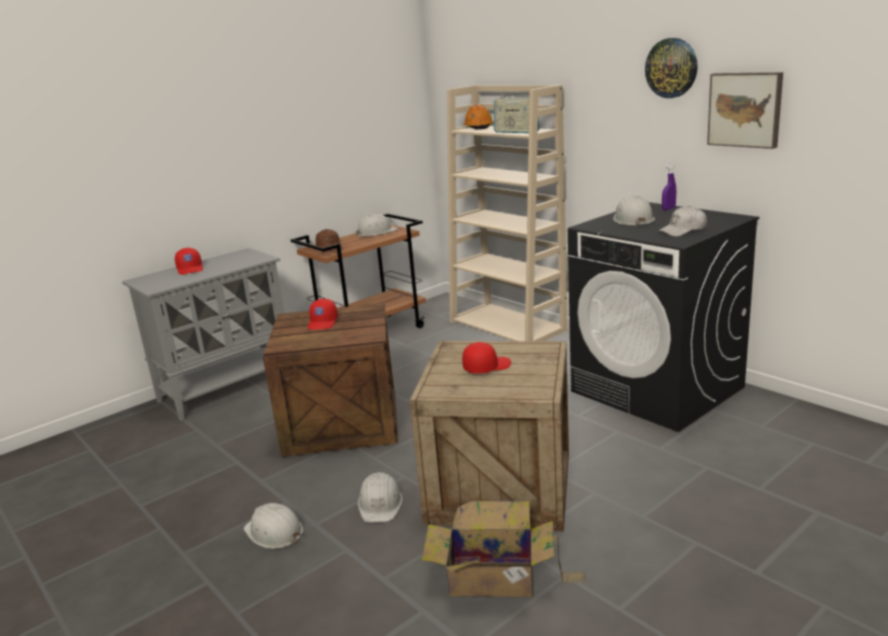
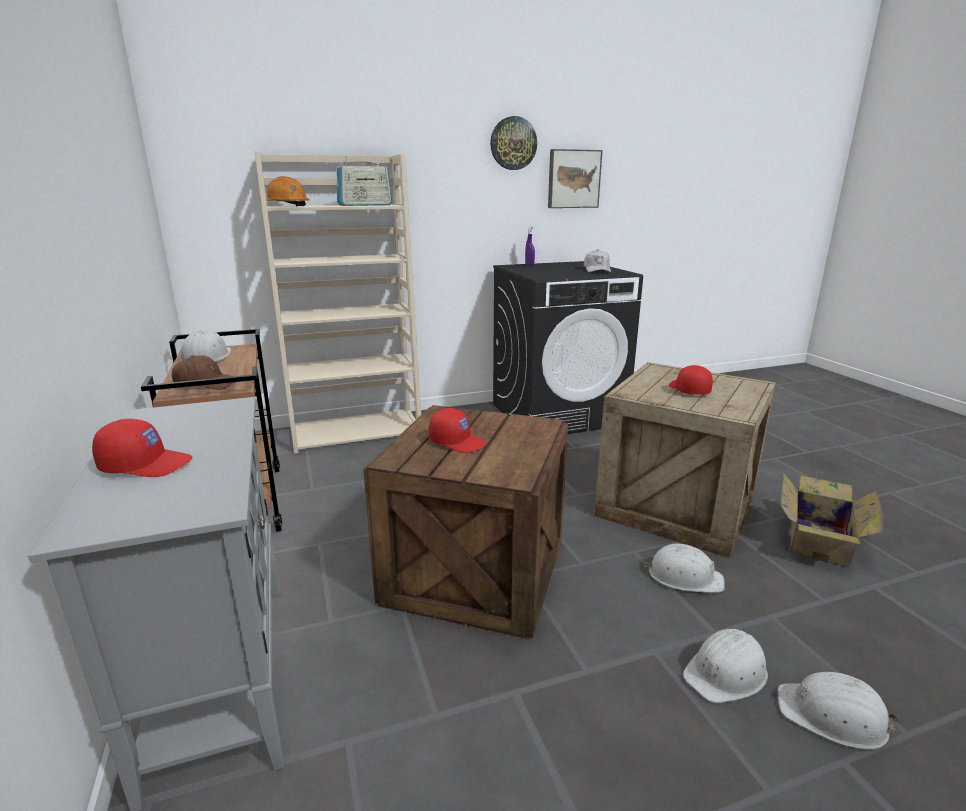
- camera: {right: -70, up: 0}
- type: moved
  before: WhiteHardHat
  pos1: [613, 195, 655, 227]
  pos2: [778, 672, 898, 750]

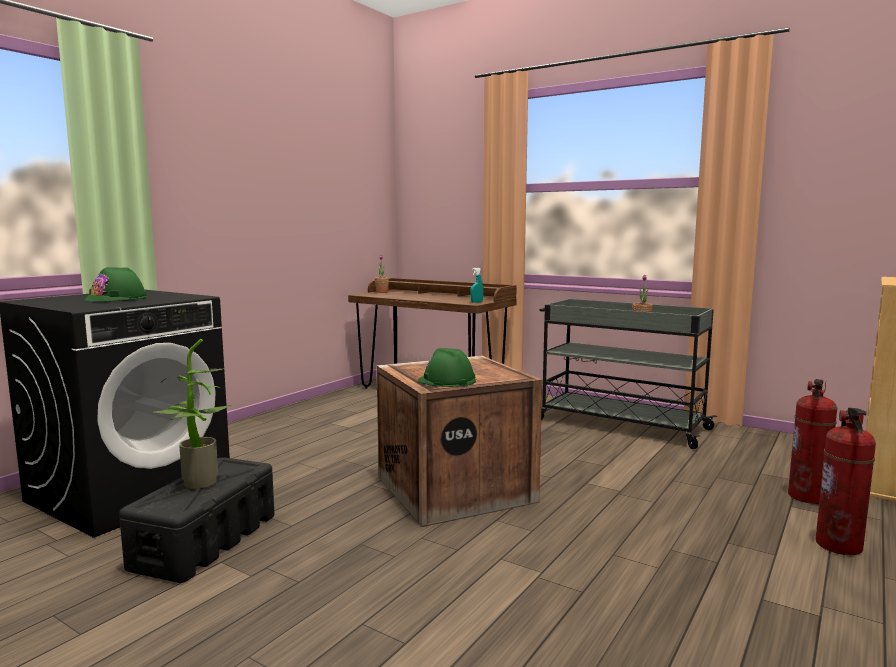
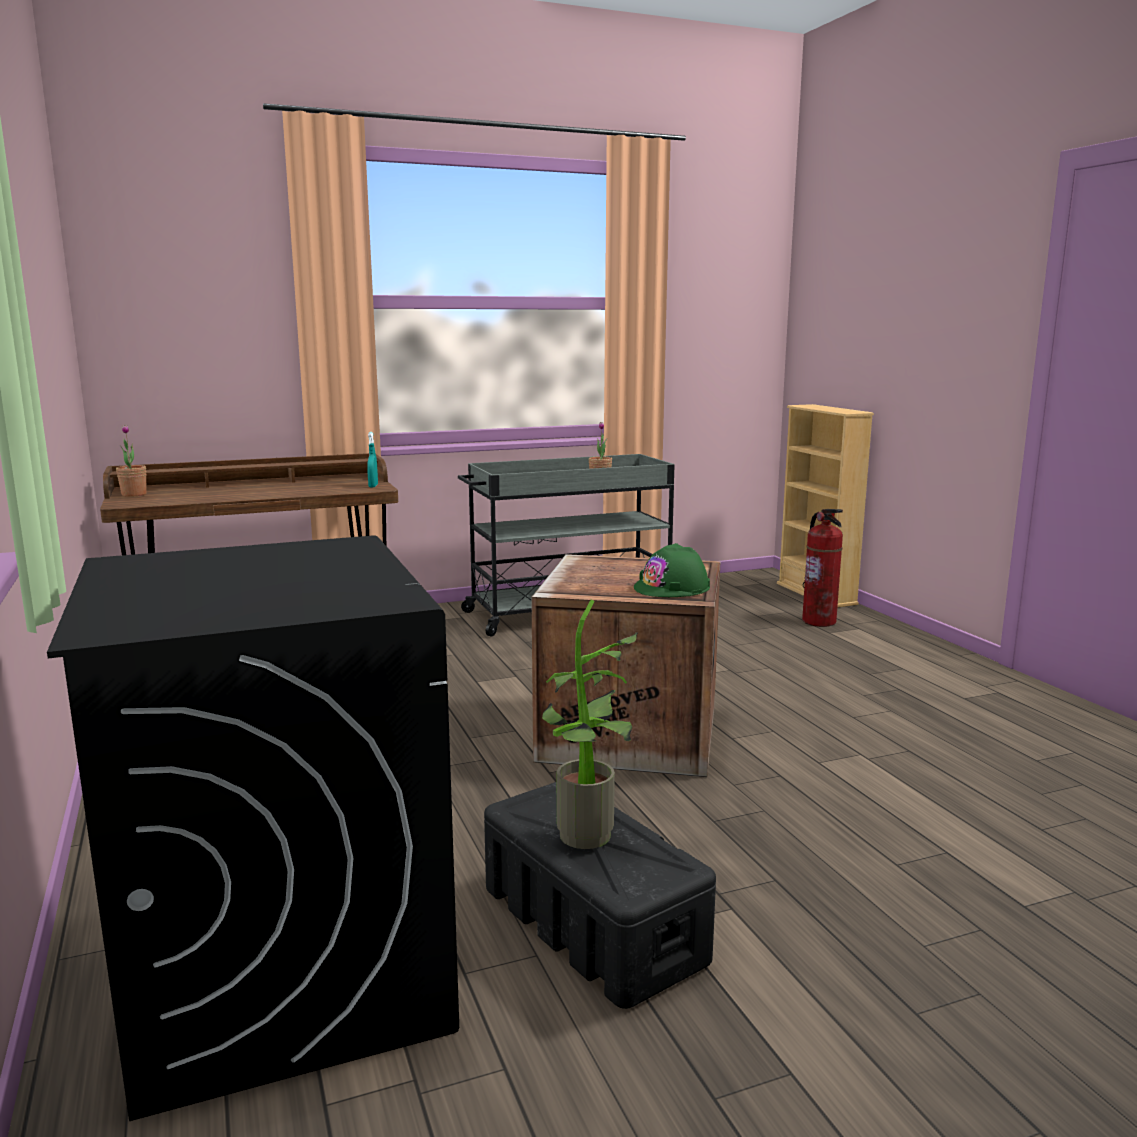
- camera: {right: -55, up: 5}
- type: removed
  before: GreenHardHat
  pos1: [84, 267, 147, 302]
- type: removed
  before: FireExtinguisher
  pos1: [816, 408, 876, 555]

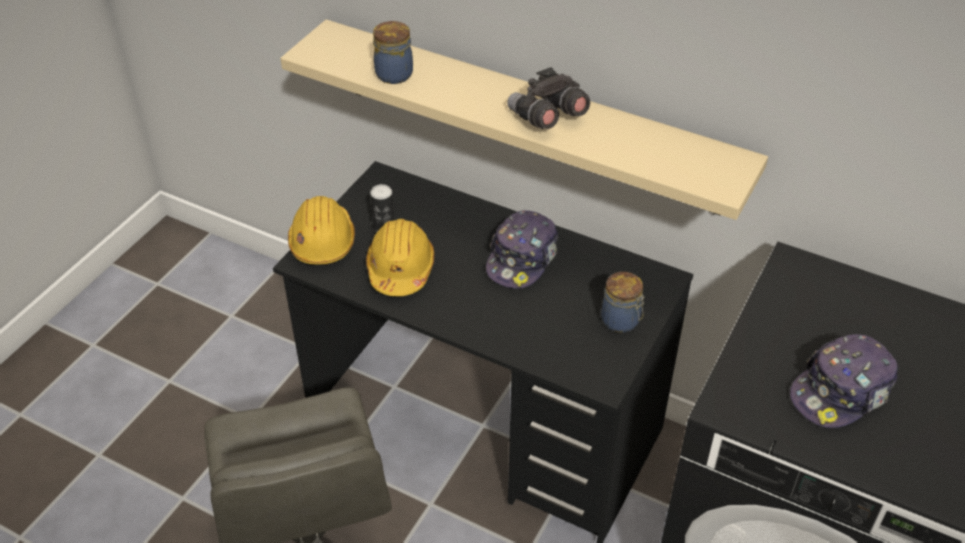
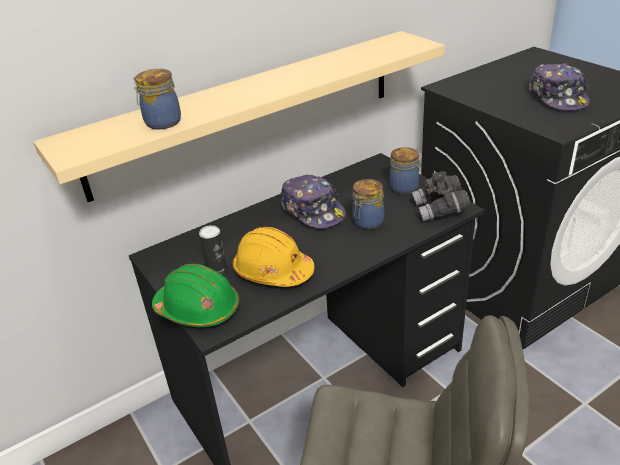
- camera: {right: -60, up: -10}
- type: added
  after: Jar
  pos2: [352, 179, 384, 230]
- type: moved
  before: GreyBinoculars
  pos1: [507, 67, 590, 129]
  pos2: [412, 171, 471, 221]
- type: recoloured
  before: YellowHardHat
  after: GreenHardHat
  pos1: [288, 196, 355, 265]
  pos2: [152, 264, 239, 327]

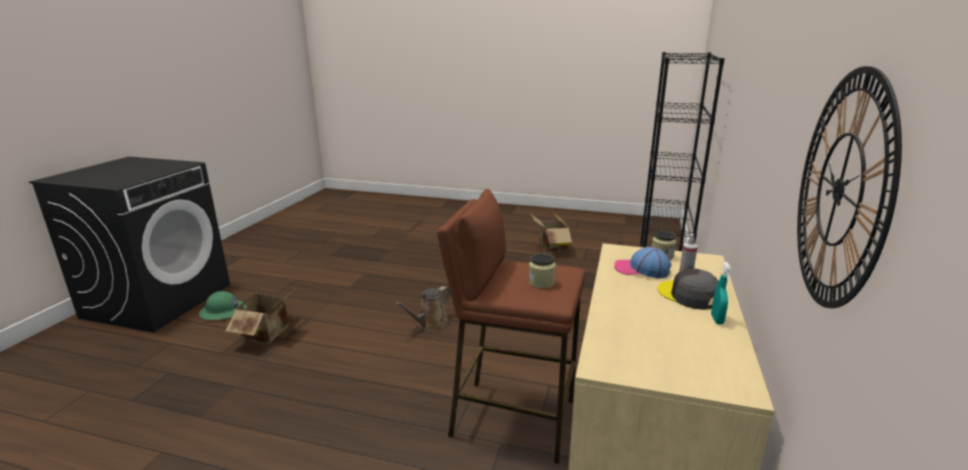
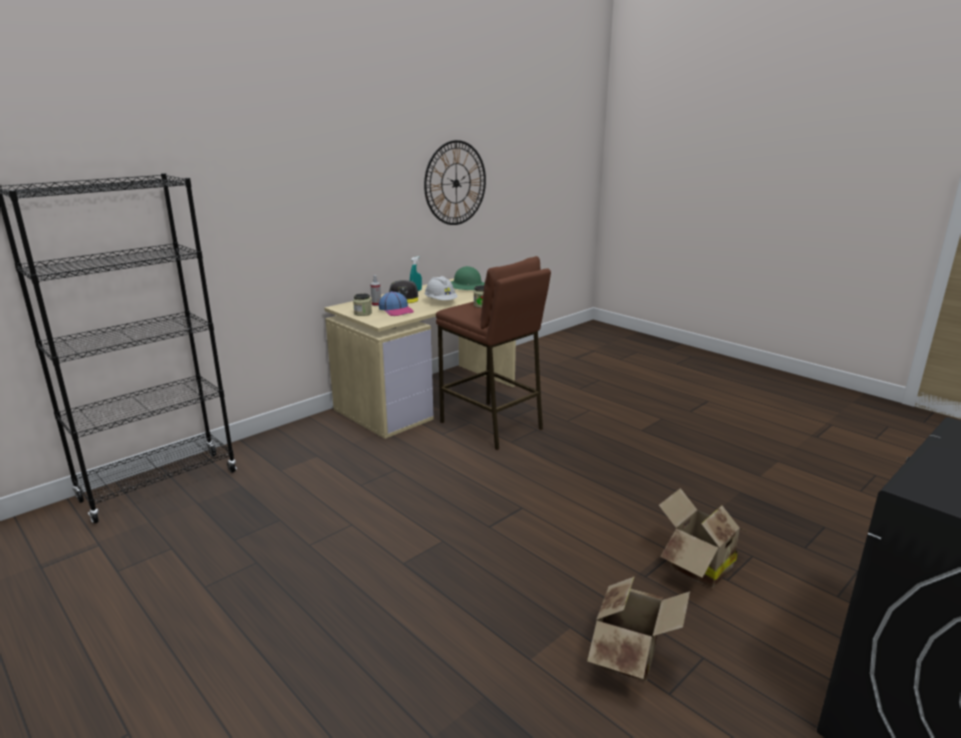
- camera: {right: -150, up: 0}
- type: removed
  before: BrownWateringCan
  pos1: [395, 286, 451, 330]
- type: added
  after: WhiteHardHat
  pos2: [425, 276, 458, 300]
- type: moved
  before: GreenHardHat
  pos1: [199, 291, 246, 320]
  pos2: [451, 266, 485, 290]
- type: moved
  before: CardboardBox
  pos1: [530, 212, 572, 252]
  pos2: [587, 577, 690, 681]

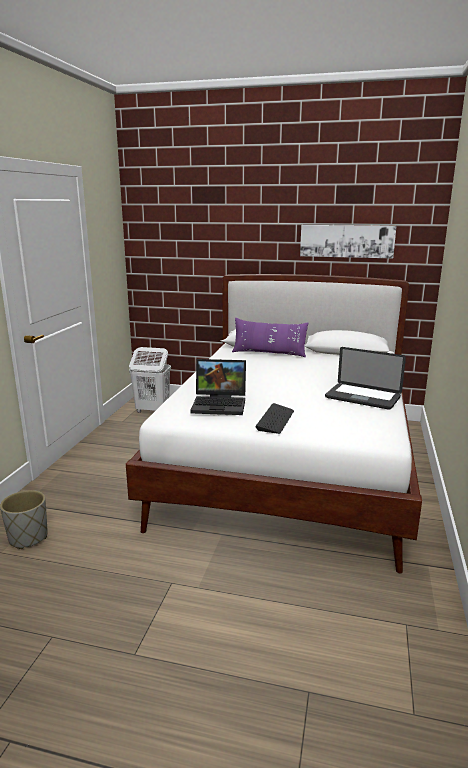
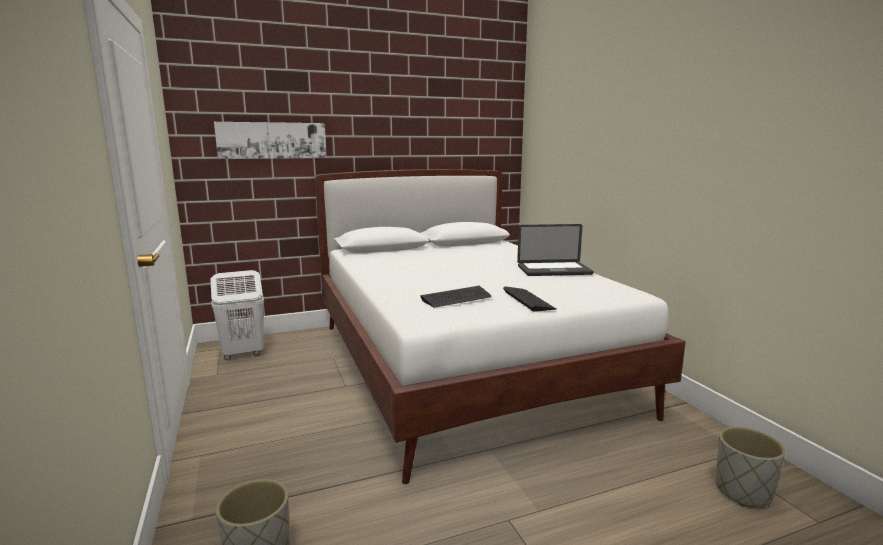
- camera: {right: -35, up: -5}
- type: removed
  before: PurplePillow
  pos1: [232, 318, 308, 357]
- type: added
  after: GreyPlanter
  pos2: [716, 427, 786, 507]
- type: moved
  before: Picture
  pos1: [300, 225, 396, 259]
  pos2: [214, 122, 327, 159]
- type: replaced
  before: Laptop
  after: Keyboard
  pos1: [191, 359, 246, 415]
  pos2: [420, 286, 492, 307]

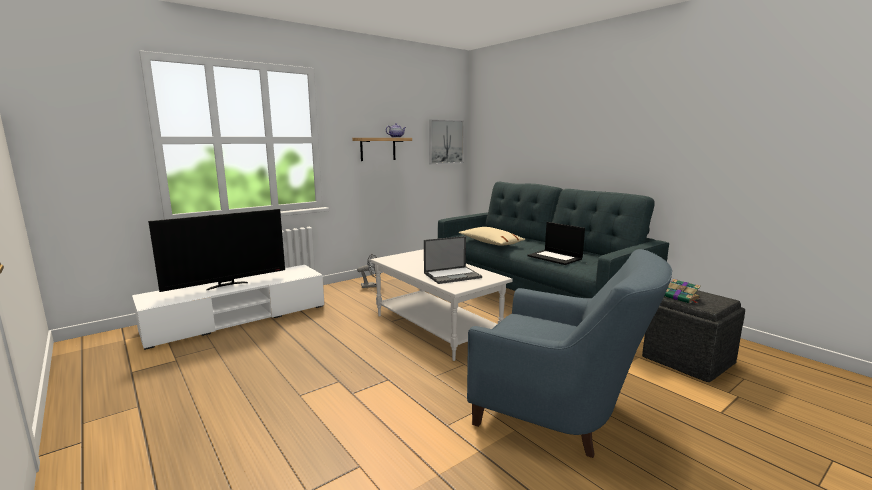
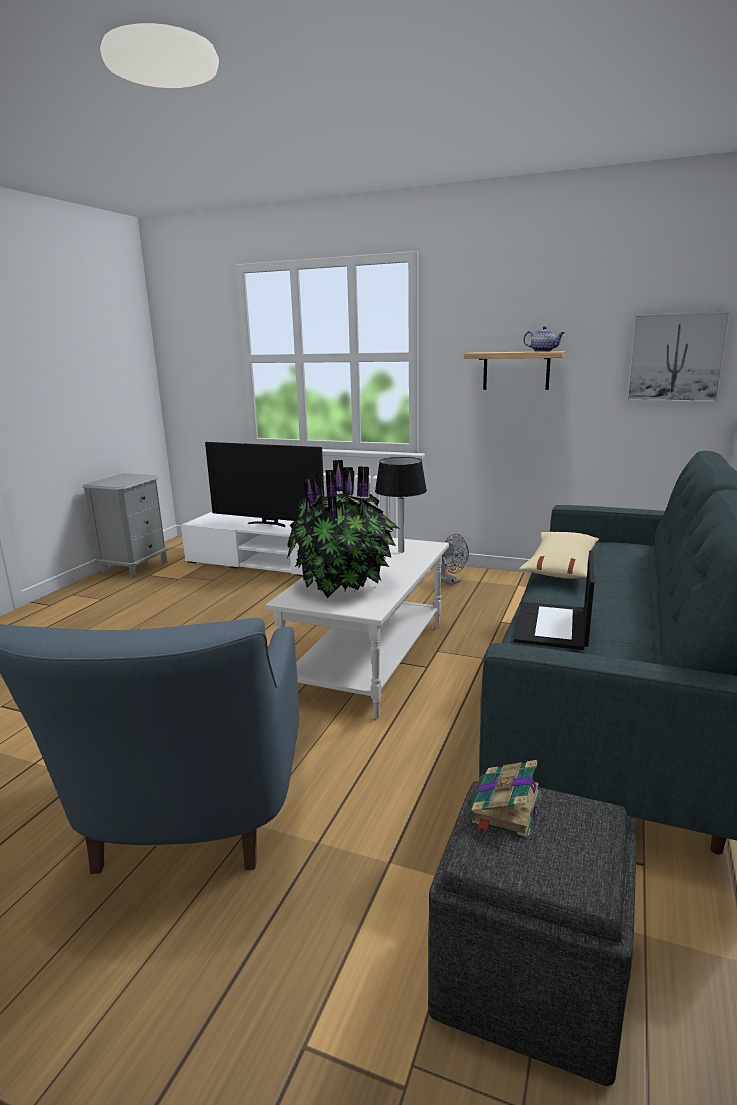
- camera: {right: 60, up: 5}
- type: added
  after: GreyNightstand
  pos2: [82, 473, 168, 578]
- type: added
  after: BlackTableLamp
  pos2: [375, 457, 427, 553]
- type: replaced
  before: Laptop
  after: PottedPlant
  pos1: [424, 236, 482, 284]
  pos2: [287, 460, 400, 598]

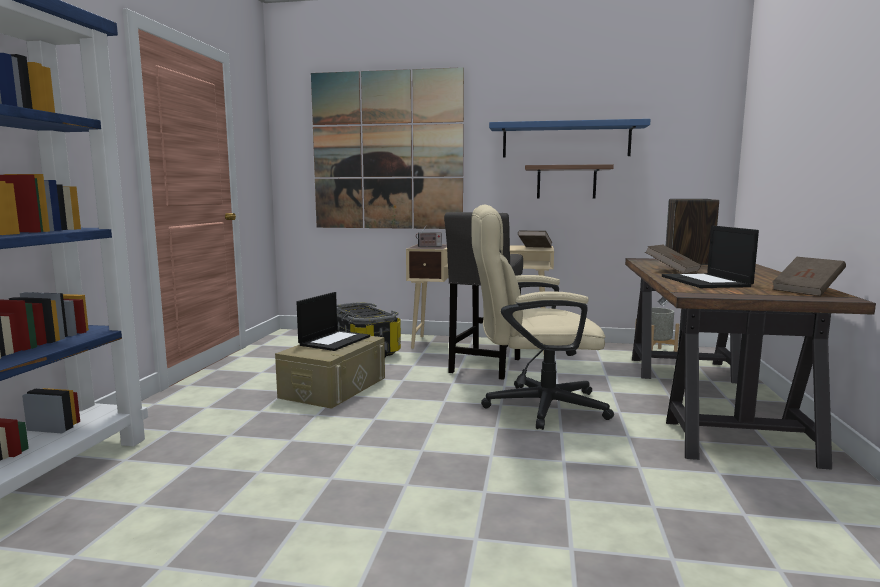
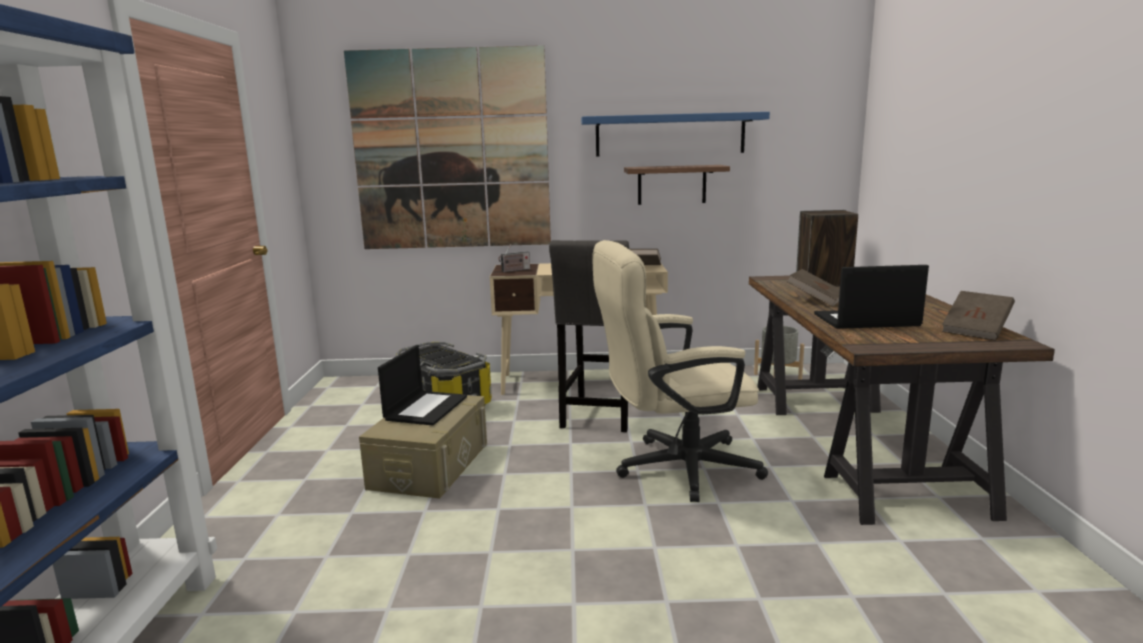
- camera: {right: -10, up: 5}
- type: turned
  before: Laptop
  pos1: [662, 226, 759, 288]
  pos2: [814, 265, 929, 329]
  turn: 105

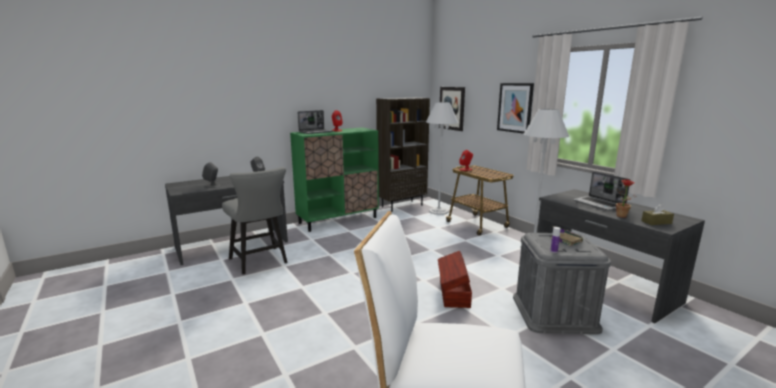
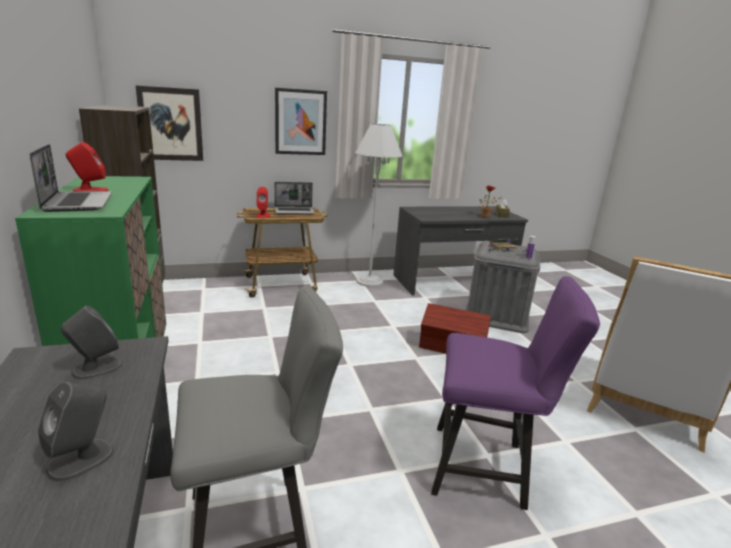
- camera: {right: -75, up: 5}
- type: removed
  before: WhiteFloorLamp
  pos1: [426, 102, 459, 215]
- type: added
  after: PurpleChair
  pos2: [431, 276, 600, 510]
- type: moved
  before: Laptop
  pos1: [572, 172, 630, 211]
  pos2: [274, 182, 315, 214]

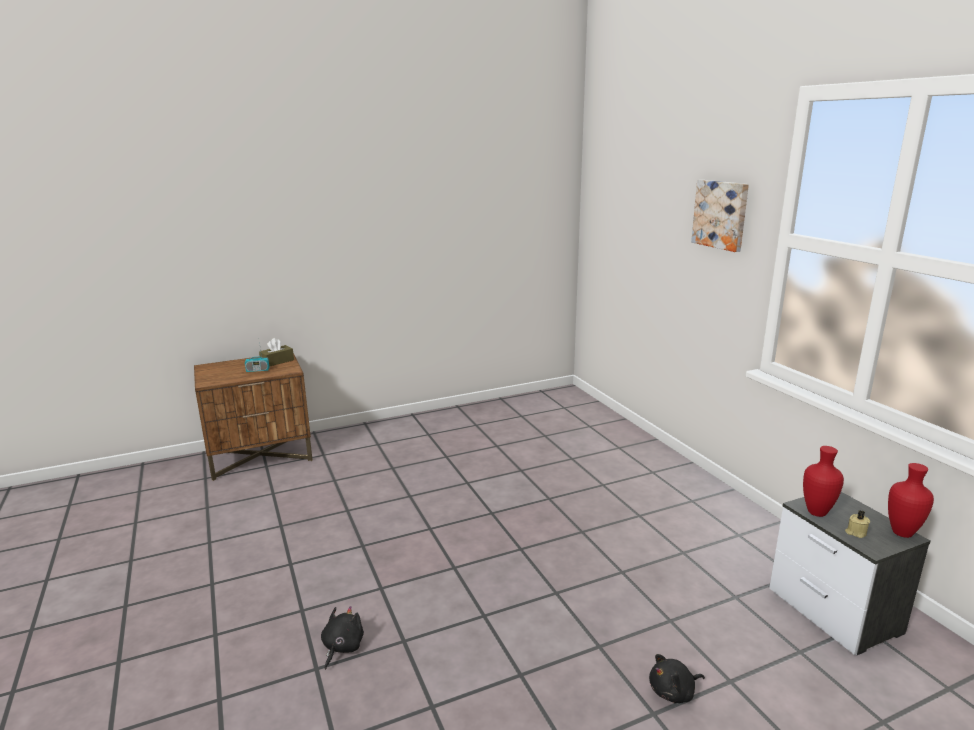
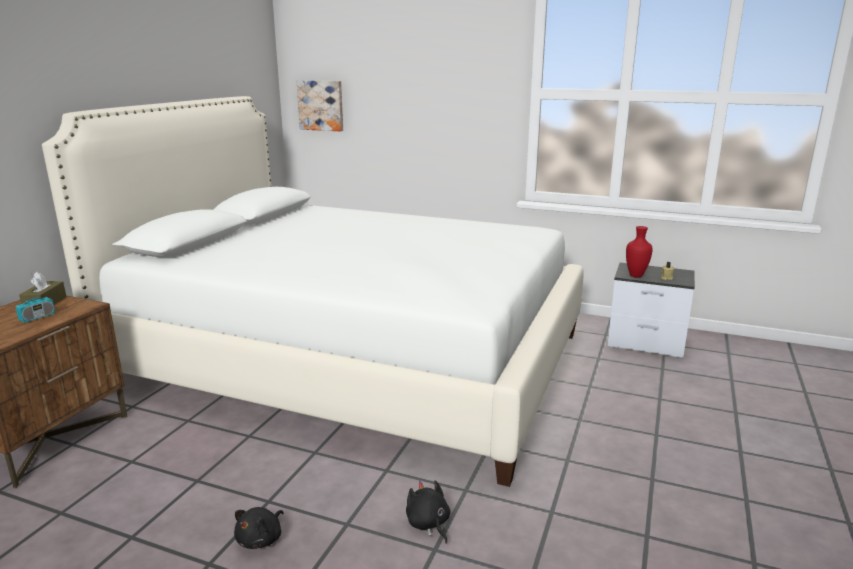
- camera: {right: -45, up: 0}
- type: removed
  before: RedVase
  pos1: [888, 463, 934, 538]
- type: added
  after: WhiteBed
  pos2: [42, 96, 584, 487]
- type: moved
  before: BlackPlushToy
  pos1: [649, 654, 705, 703]
  pos2: [234, 507, 283, 549]
- type: moved
  before: Picture
  pos1: [691, 180, 749, 252]
  pos2: [297, 80, 343, 131]

